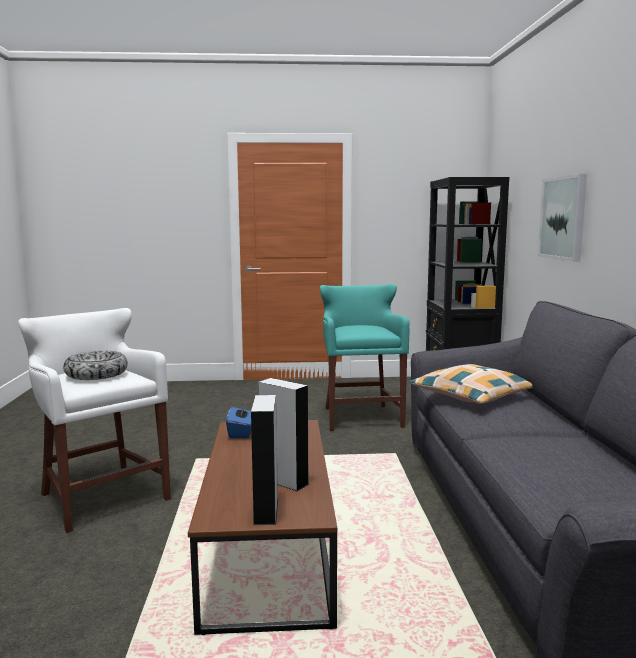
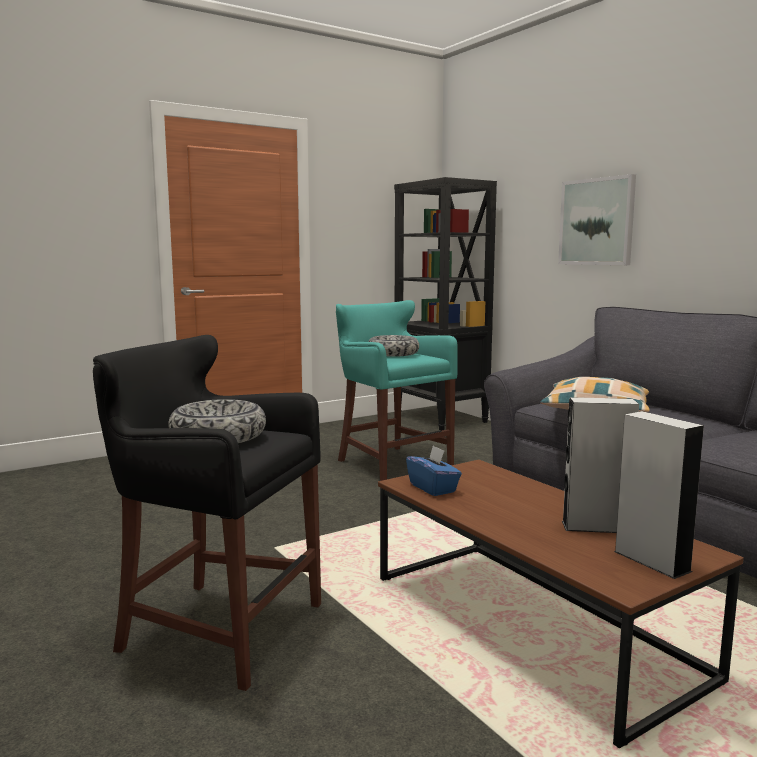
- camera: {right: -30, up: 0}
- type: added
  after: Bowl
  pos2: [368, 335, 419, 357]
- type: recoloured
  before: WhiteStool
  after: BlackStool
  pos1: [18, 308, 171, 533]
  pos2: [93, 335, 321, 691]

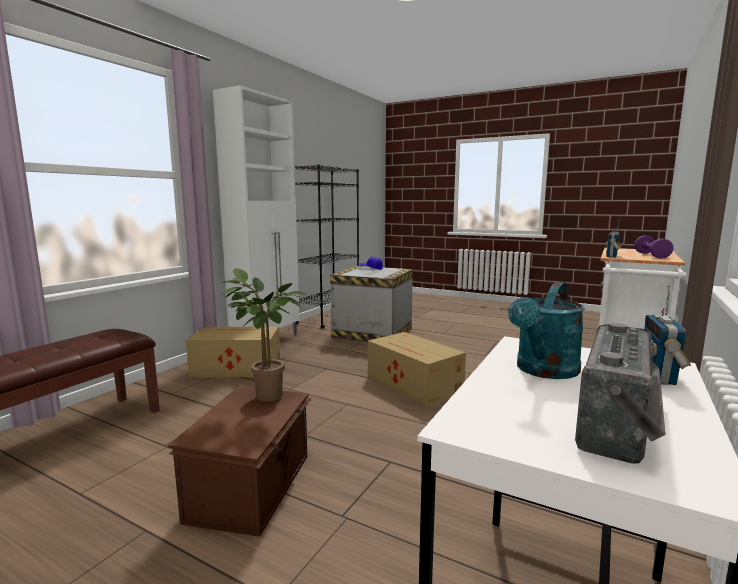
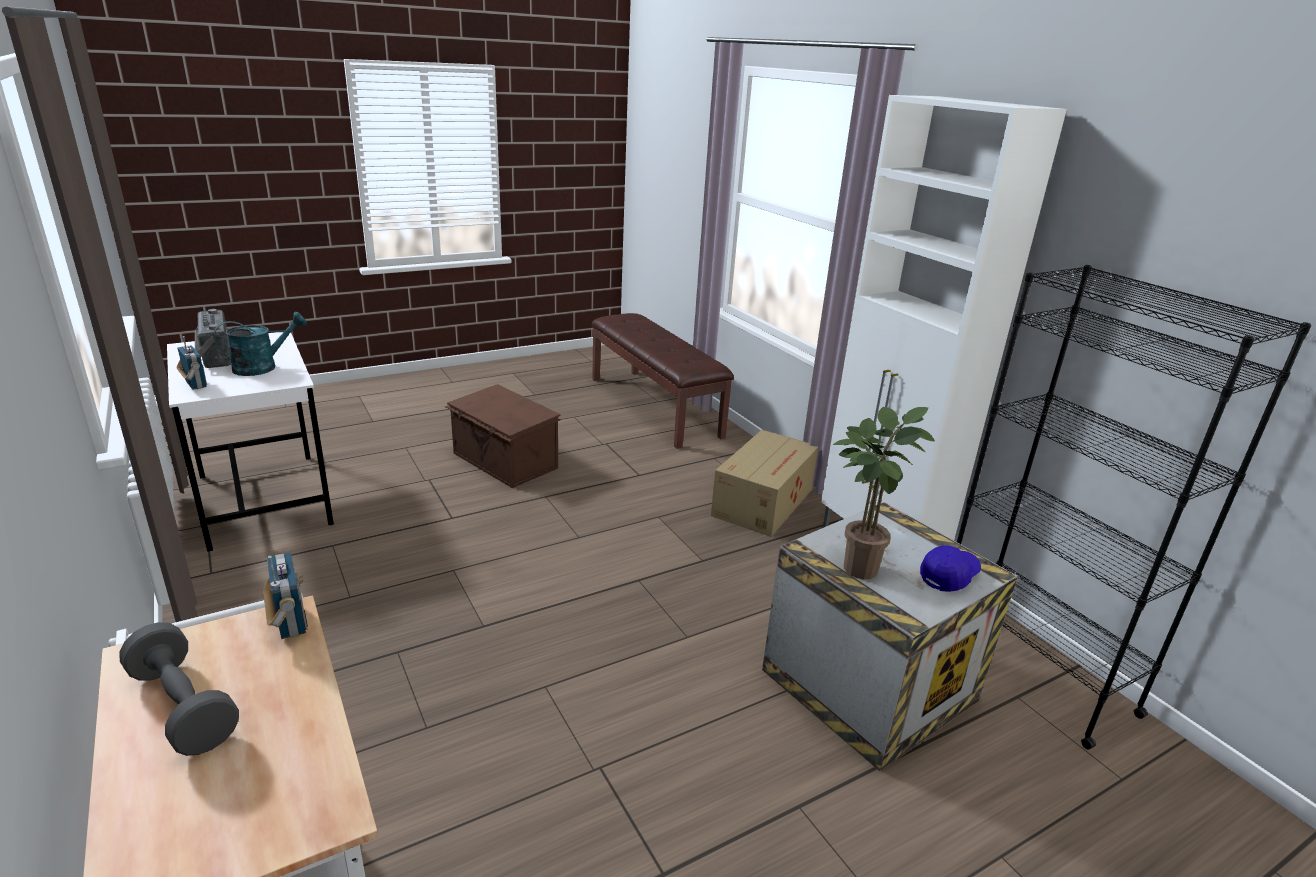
- camera: {right: 120, up: 15}
- type: removed
  before: CardboardBox
  pos1: [368, 332, 466, 407]
- type: moved
  before: PottedPlant
  pos1: [222, 268, 306, 402]
  pos2: [833, 407, 935, 579]
- type: recoloured
  before: PurpleDumbbell
  after: GreyDumbbell
  pos1: [634, 235, 674, 259]
  pos2: [119, 622, 239, 756]
- type: turned
  before: TurquoiseWateringCan
  pos1: [508, 282, 585, 379]
  pos2: [214, 312, 307, 376]
  turn: 75

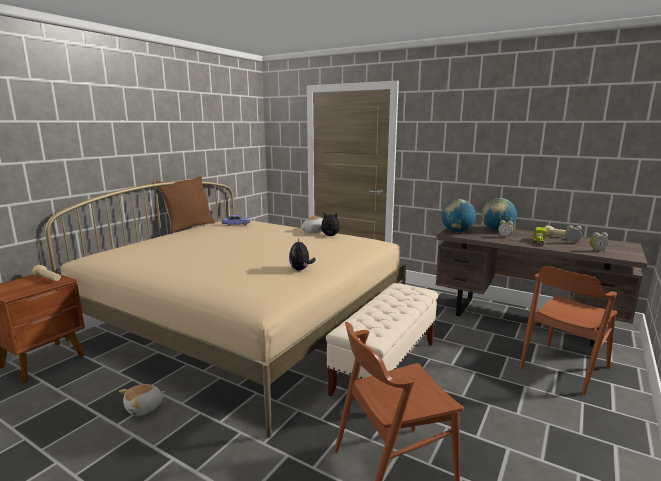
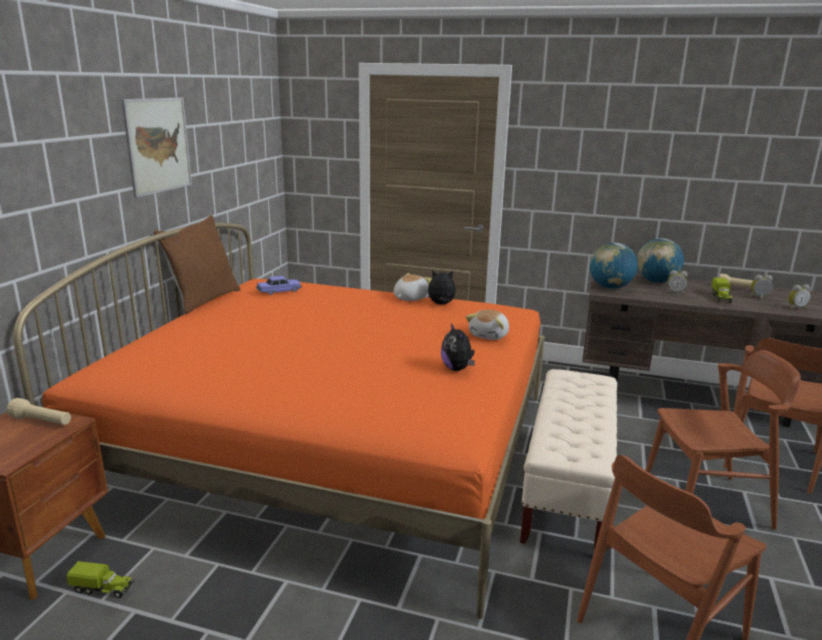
- camera: {right: -15, up: 5}
- type: added
  after: ToyTruck
  pos2: [67, 561, 134, 598]
- type: added
  after: Picture
  pos2: [121, 98, 192, 198]
- type: added
  after: BrownChair
  pos2: [645, 350, 801, 529]
- type: moved
  before: PlushToy
  pos1: [119, 384, 165, 416]
  pos2: [466, 309, 509, 340]
- type: recoloured
  before: BeigeBed
  after: OrangeBed
  pos1: [45, 181, 406, 438]
  pos2: [13, 223, 545, 619]

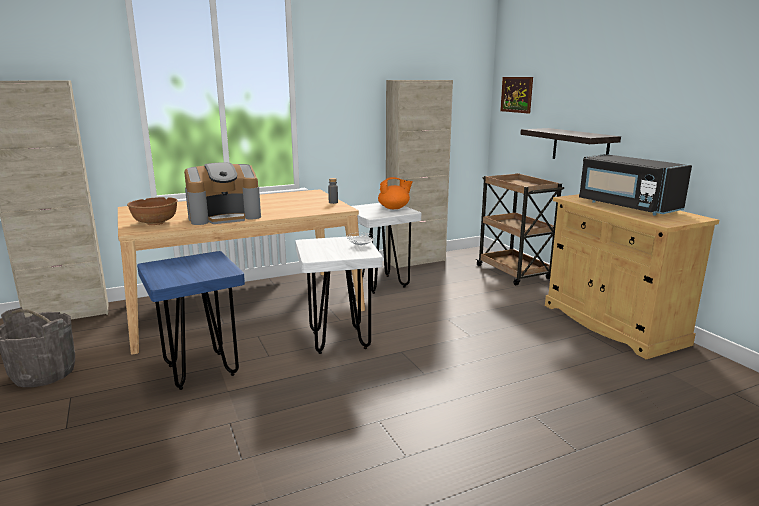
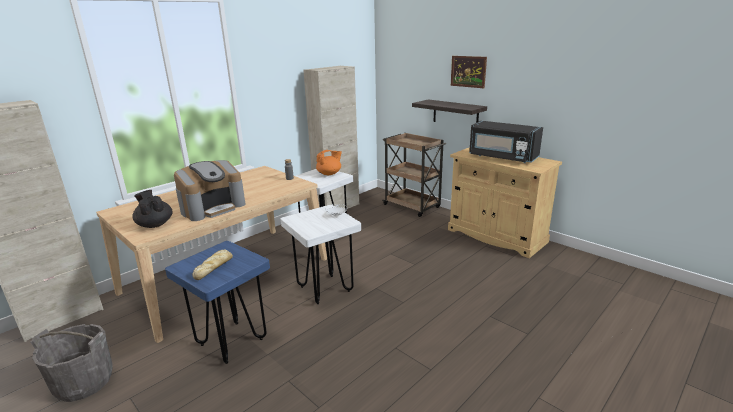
- camera: {right: -20, up: 5}
- type: added
  after: Bread
  pos2: [193, 250, 233, 280]
- type: moved
  before: Picture
  pos1: [500, 77, 533, 114]
  pos2: [451, 56, 487, 88]
- type: replaced
  before: BrownBowl
  after: BlackTeapot
  pos1: [127, 197, 178, 225]
  pos2: [132, 190, 173, 228]

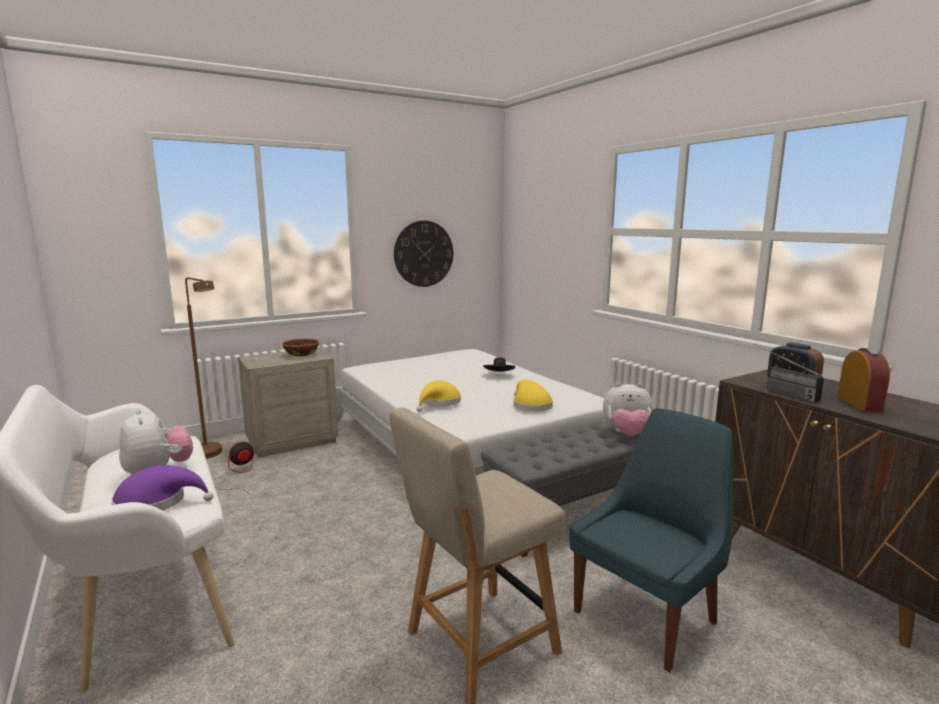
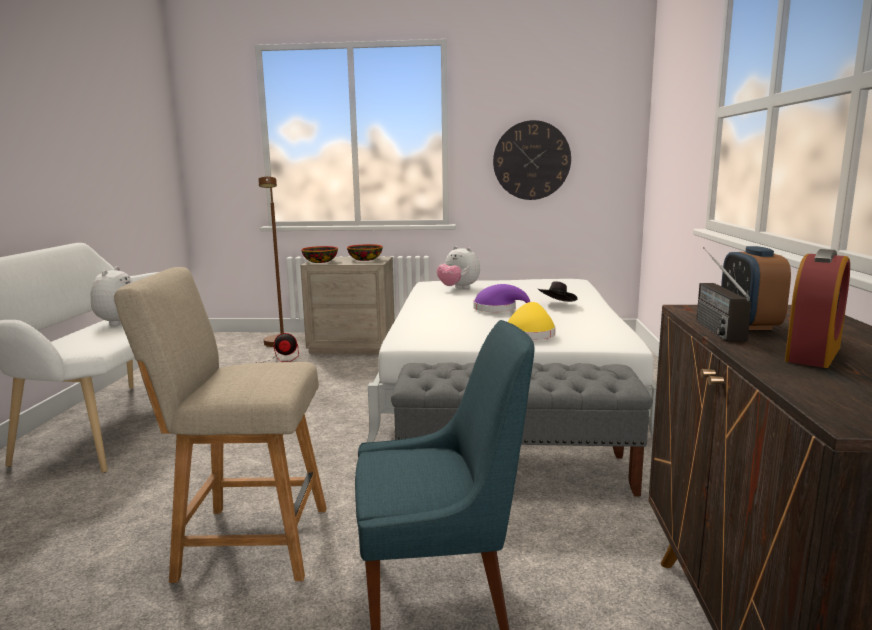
- camera: {right: 35, up: 0}
- type: removed
  before: YellowHat
  pos1: [417, 380, 461, 412]
- type: added
  after: Bowl
  pos2: [301, 246, 338, 263]
- type: moved
  before: PurpleHat
  pos1: [111, 465, 214, 511]
  pos2: [473, 284, 530, 312]
- type: moved
  before: PlushToy
  pos1: [603, 382, 653, 436]
  pos2: [437, 246, 480, 289]

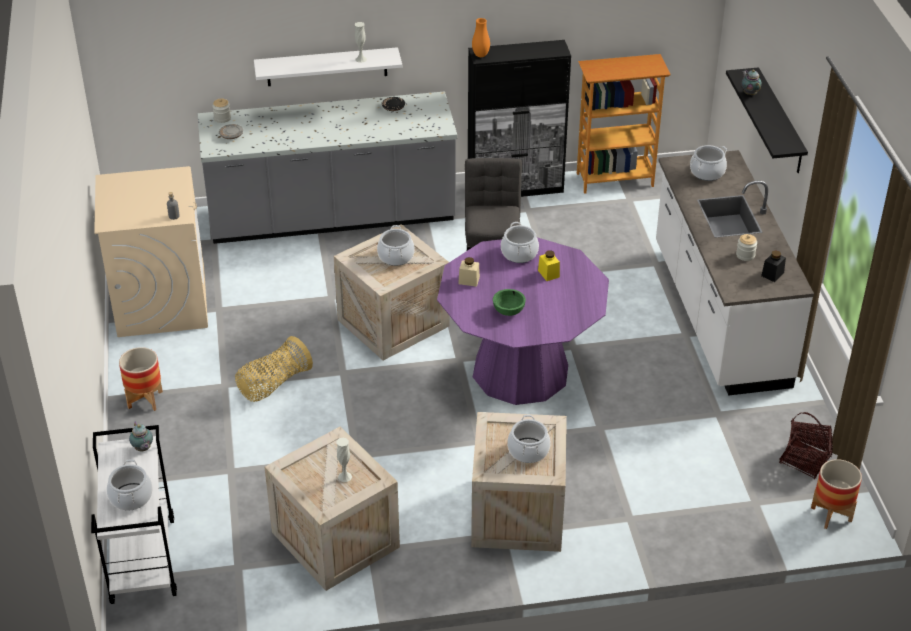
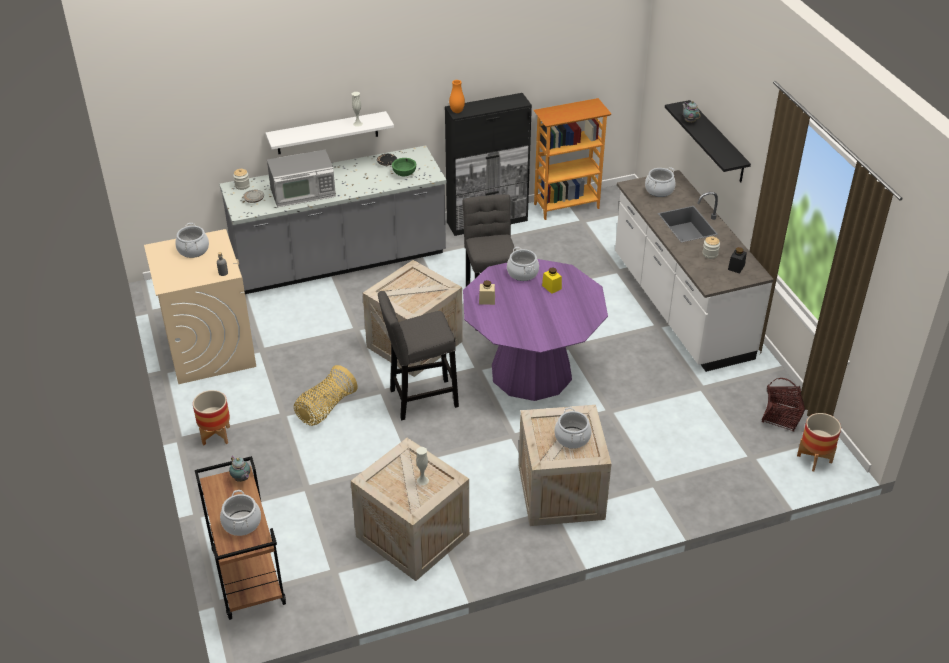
- camera: {right: -10, up: 0}
- type: added
  after: Microwave
  pos2: [267, 150, 336, 207]
- type: added
  after: GreyStool
  pos2: [378, 291, 459, 420]
- type: moved
  before: CookingPot
  pos1: [377, 225, 415, 266]
  pos2: [175, 223, 209, 258]
- type: moved
  before: GreenBowl
  pos1: [493, 289, 526, 316]
  pos2: [392, 158, 416, 176]
- type: recoloured
  before: WhiteCart
  after: BrownCart
  pos1: [91, 425, 177, 604]
  pos2: [195, 456, 286, 620]

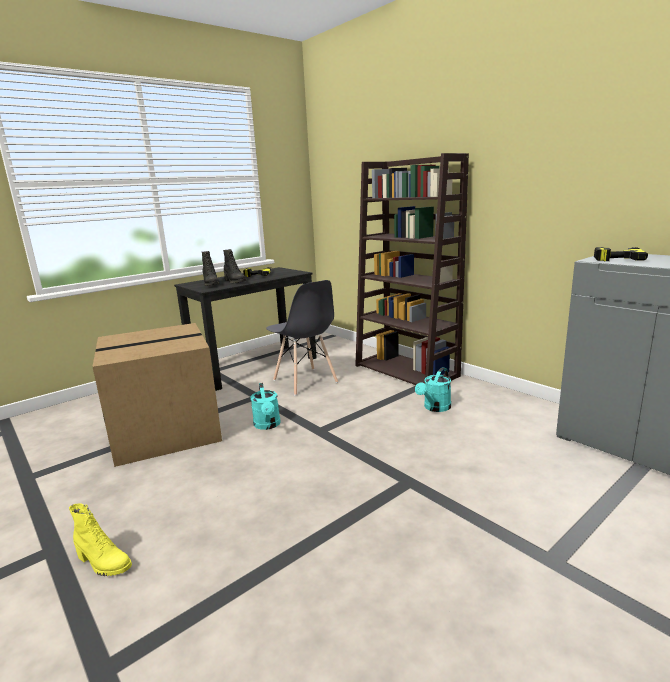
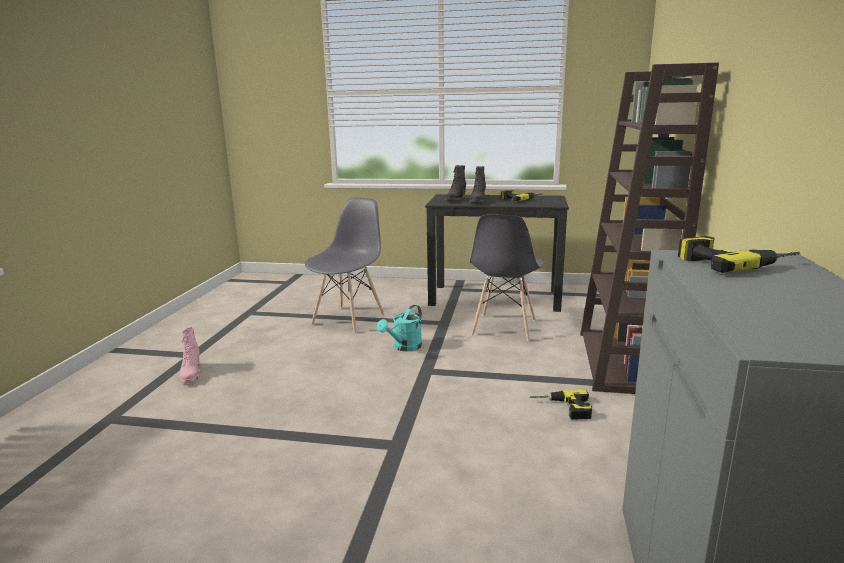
- camera: {right: 50, up: 0}
- type: replaced
  before: CardboardBox
  after: GreyChair
  pos1: [92, 323, 222, 467]
  pos2: [304, 198, 384, 333]
- type: replaced
  before: TurquoiseWateringCan
  after: PowerDrill
  pos1: [415, 367, 451, 412]
  pos2: [530, 390, 592, 420]
- type: recoloured
  before: YellowBoot
  after: PinkBoot
  pos1: [69, 504, 132, 576]
  pos2: [180, 327, 200, 383]

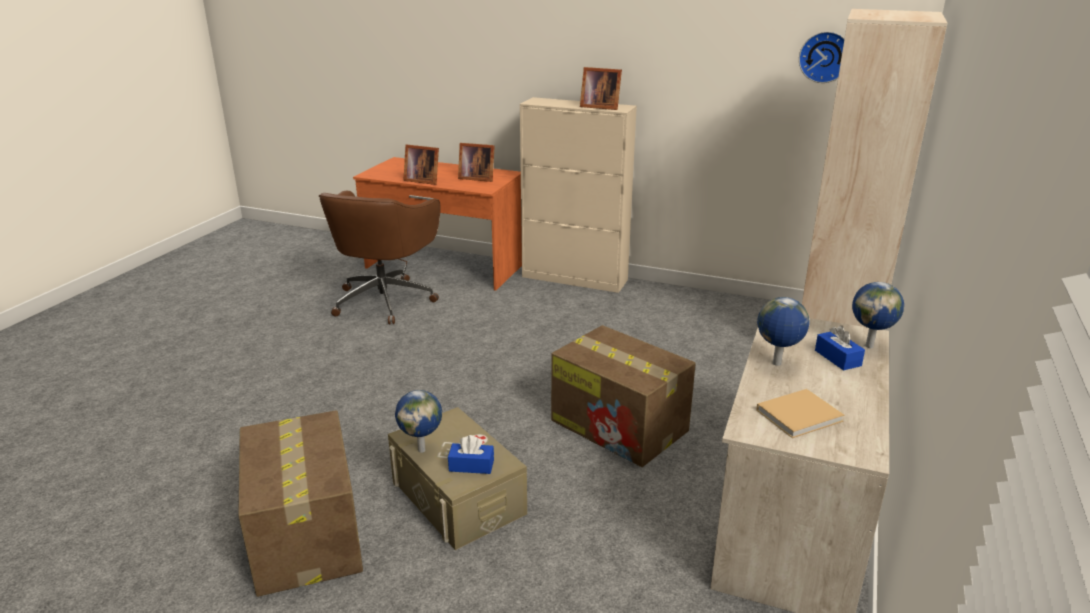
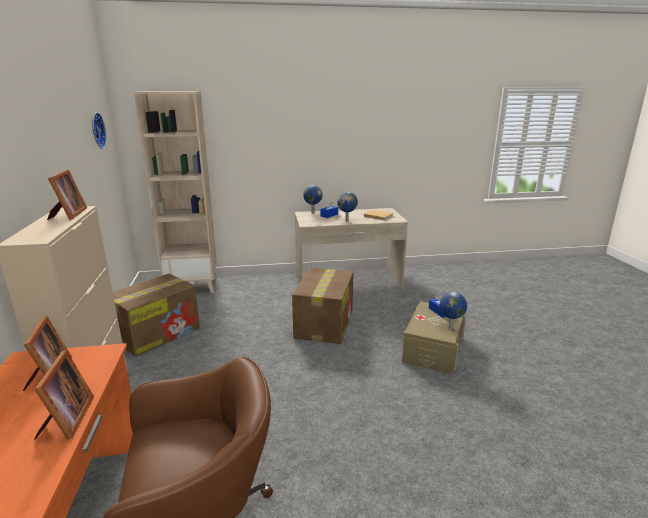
- camera: {right: -120, up: -5}
- type: moved
  before: CardboardBox
  pos1: [238, 410, 363, 597]
  pos2: [113, 273, 200, 357]

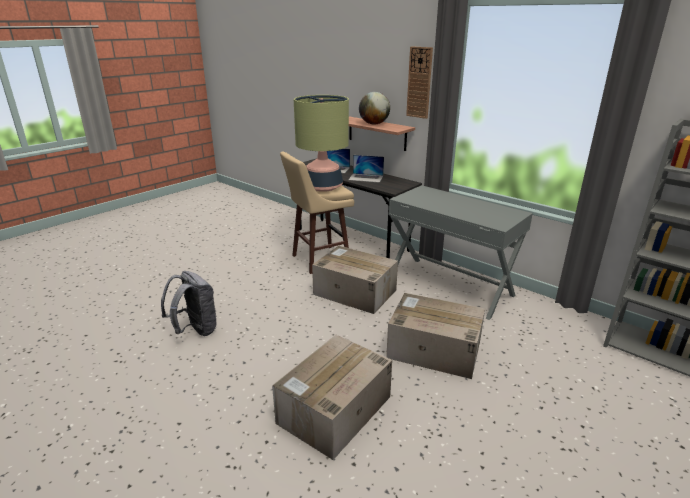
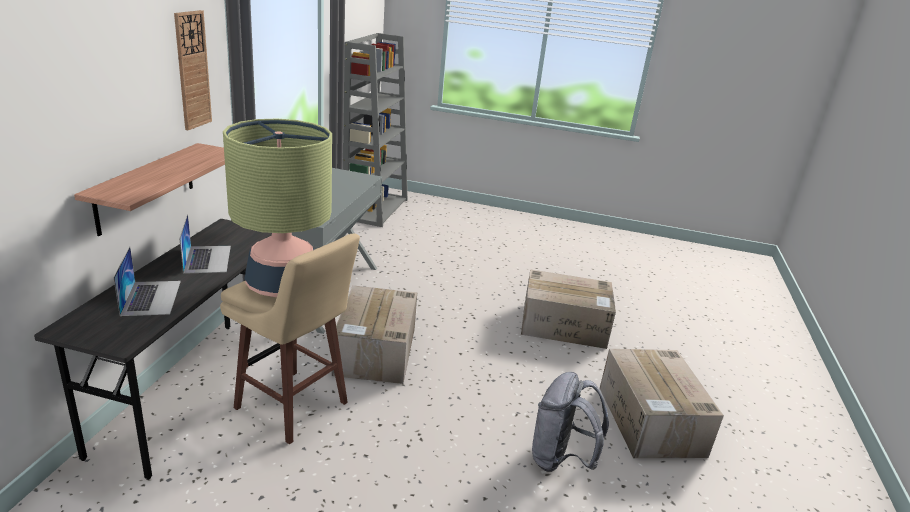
- camera: {right: -120, up: 0}
- type: removed
  before: Globe
  pos1: [359, 92, 390, 125]
- type: moved
  before: CardboardBox
  pos1: [386, 293, 485, 379]
  pos2: [600, 349, 724, 458]

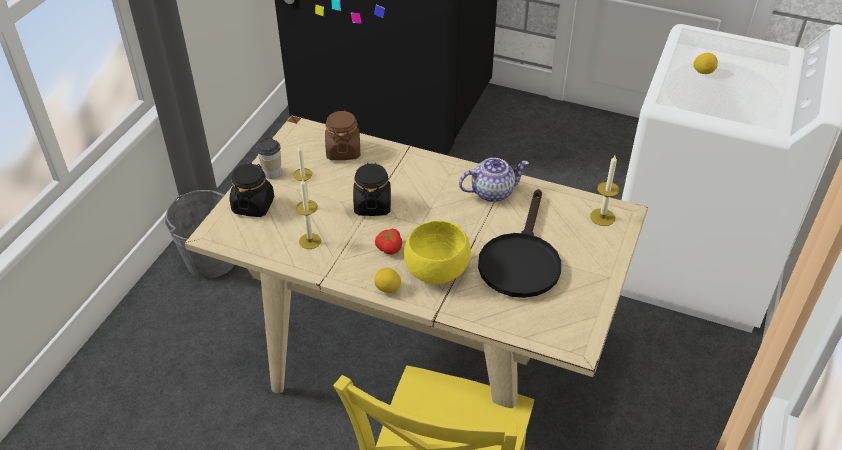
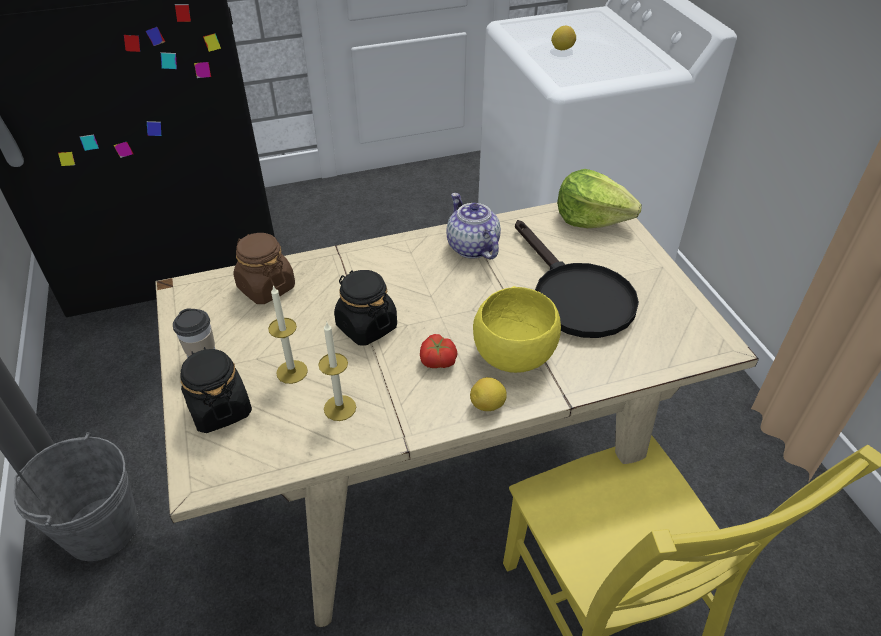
- camera: {right: -40, up: 0}
- type: replaced
  before: Candle
  after: Lettuce
  pos1: [590, 155, 619, 226]
  pos2: [557, 169, 642, 228]
- type: turned
  before: Teapot
  pos1: [459, 158, 529, 202]
  pos2: [446, 193, 501, 259]
  turn: -60

